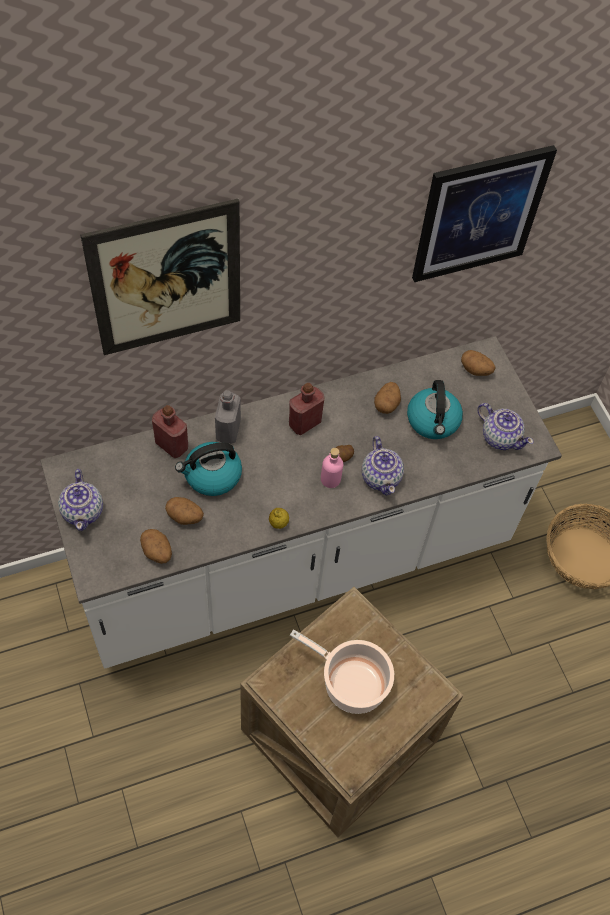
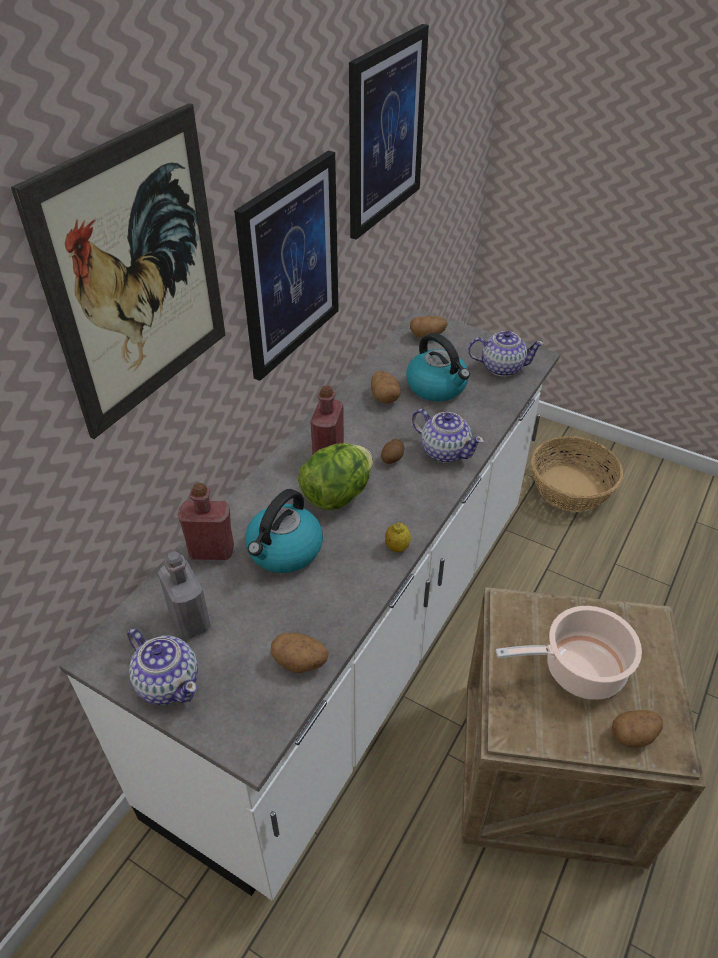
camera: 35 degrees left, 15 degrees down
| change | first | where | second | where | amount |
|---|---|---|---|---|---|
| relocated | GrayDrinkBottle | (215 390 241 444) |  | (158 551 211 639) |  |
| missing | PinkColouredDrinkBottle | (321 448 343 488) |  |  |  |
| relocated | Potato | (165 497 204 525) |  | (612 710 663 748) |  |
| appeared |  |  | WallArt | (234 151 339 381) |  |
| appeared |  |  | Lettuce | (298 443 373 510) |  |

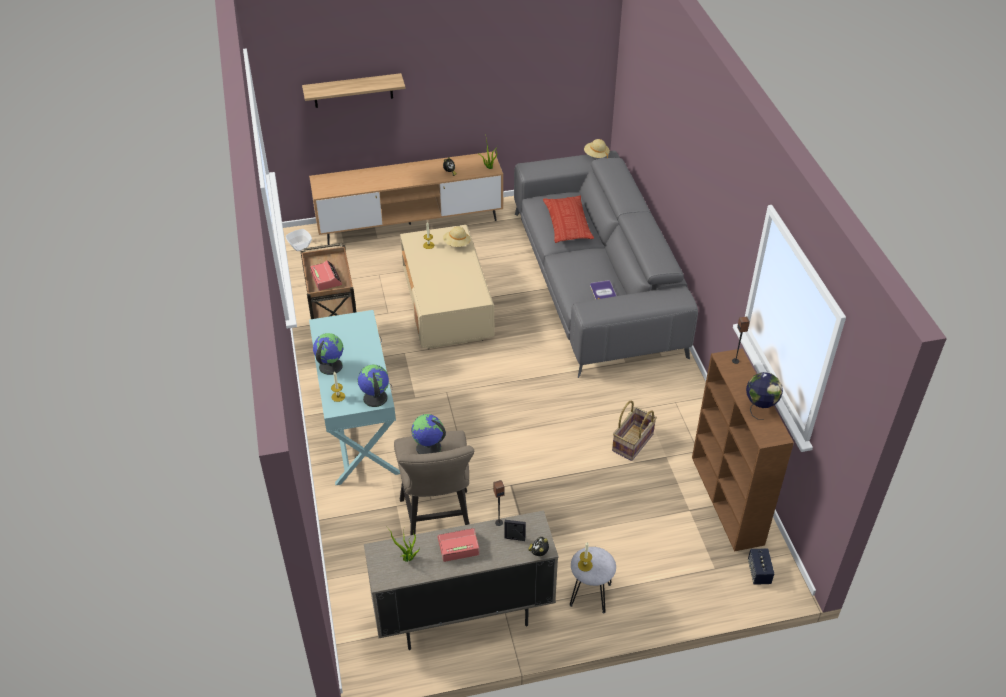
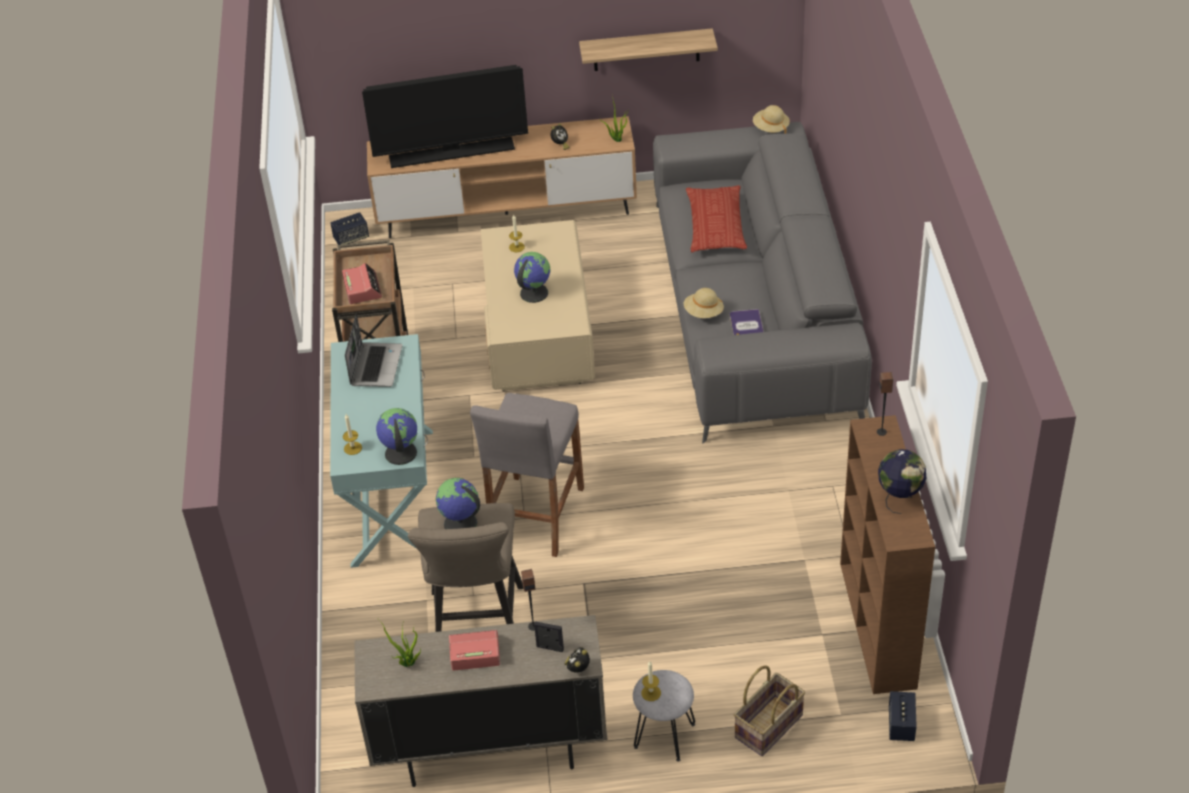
camera: 10 degrees right, 0 degrees up
| change | first | where | second | where | amount |
|---|---|---|---|---|---|
| relocated | Shelf | (302 73 406 108) |  | (579 28 718 71) |  |
| relocated | SandColouredWearableHat | (443 226 471 247) |  | (684 288 724 318) |  |
| exchanged | ServingBowl | (286 229 312 251) | Speaker | (330 212 369 245) |  |
| relocated | DeskGlobe | (313 333 344 375) |  | (514 252 550 303) |  |
| relocated | StorageBasket | (612 401 657 461) |  | (734 665 805 756) |  |
| appeared |  |  | TvSet | (362 65 528 168) |  |
| appeared |  |  | NotebookComputer | (345 314 402 387) |  |
| appeared |  |  | GrayStoolSeat | (470 393 584 557) |  |

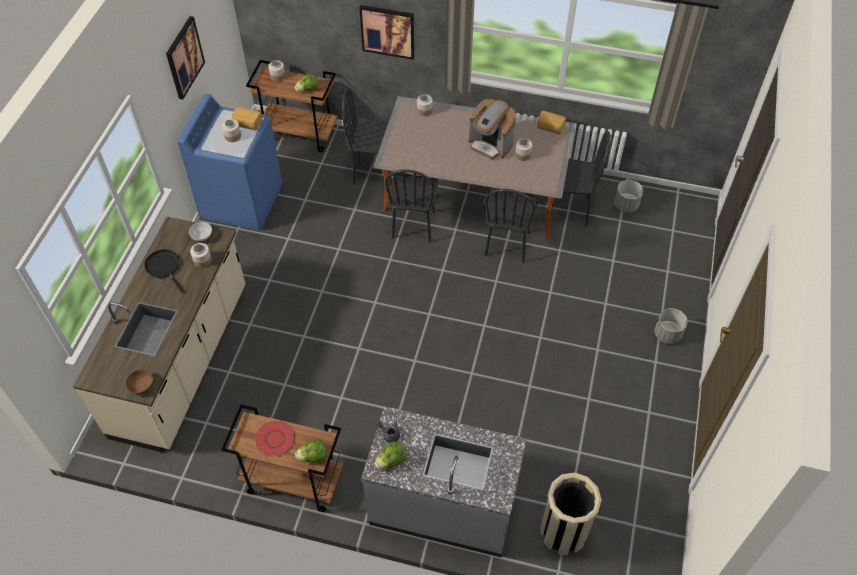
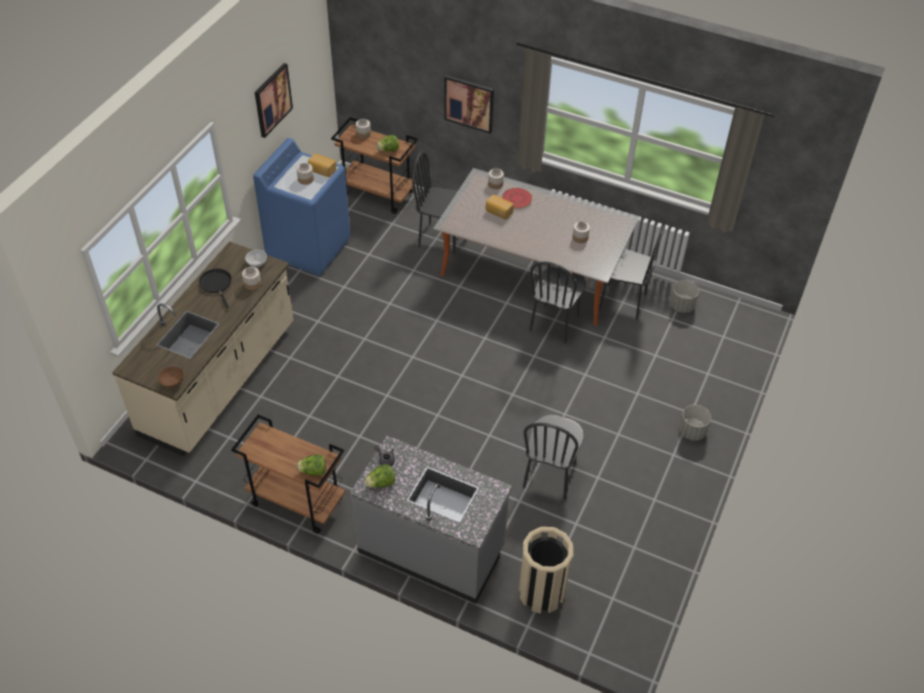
camera: 10 degrees right, 5 degrees down
| change | first | where | second | where | amount |
|---|---|---|---|---|---|
| missing | CoffeeMaker | (469 99 516 160) |  |  |  |
| relocated | BakeryBread | (537 111 566 134) |  | (486 195 514 220) |  |
| relocated | BlackishPlainChair | (385 169 438 242) |  | (523 414 584 500) |  |
| relocated | RedColouredFlatDish | (255 421 295 457) |  | (502 188 532 208) |  |

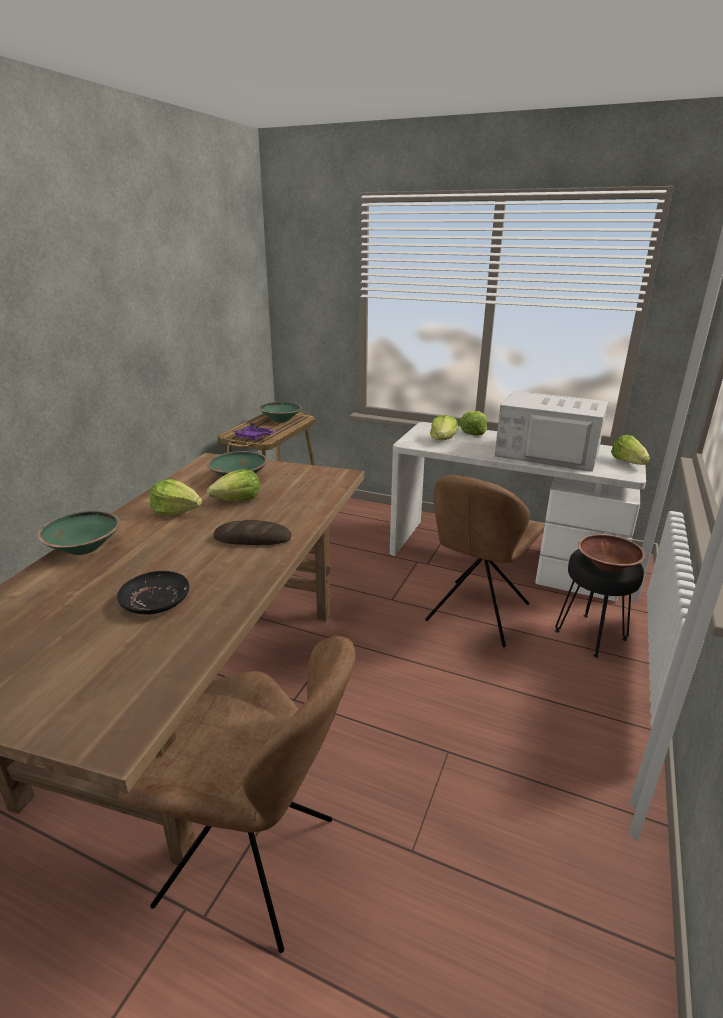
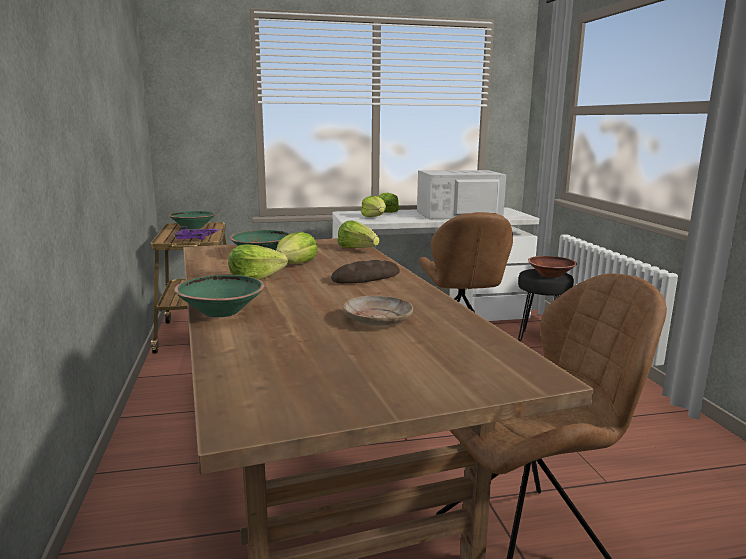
camera: 35 degrees left, 10 degrees down
| change | first | where | second | where | amount |
|---|---|---|---|---|---|
| relocated | Lettuce | (611 435 650 465) |  | (337 220 379 248) |  |
| colour | BlackishFlatDish | (117 571 189 615) | SandColouredFlatDish | (343 296 413 326) |  |

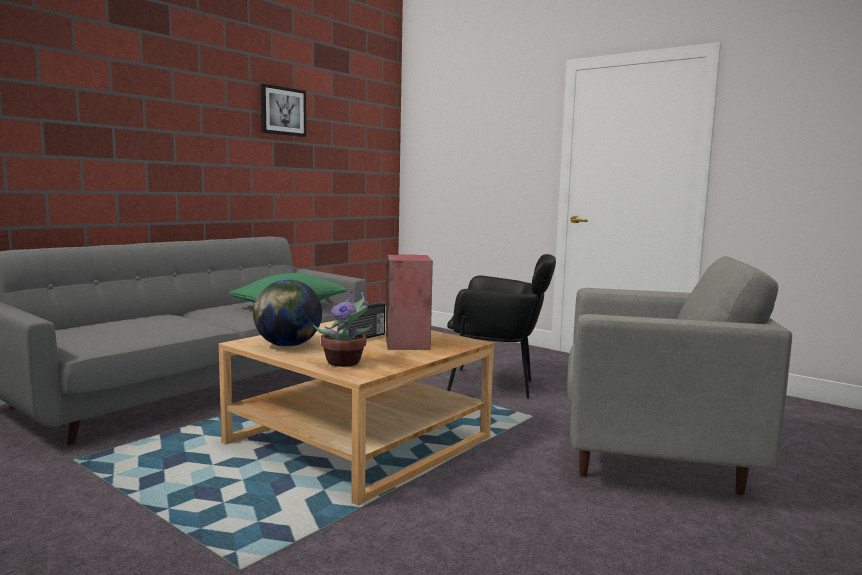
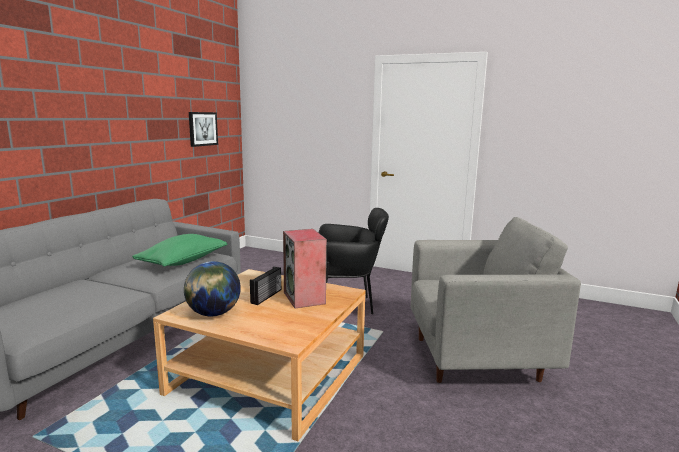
camera: 15 degrees left, 5 degrees up
| change | first | where | second | where | amount |
|---|---|---|---|---|---|
| relocated | WallArt | (261 84 306 137) |  | (189 112 218 147) |  |
| missing | PottedPlant | (313 291 373 367) |  |  |  |

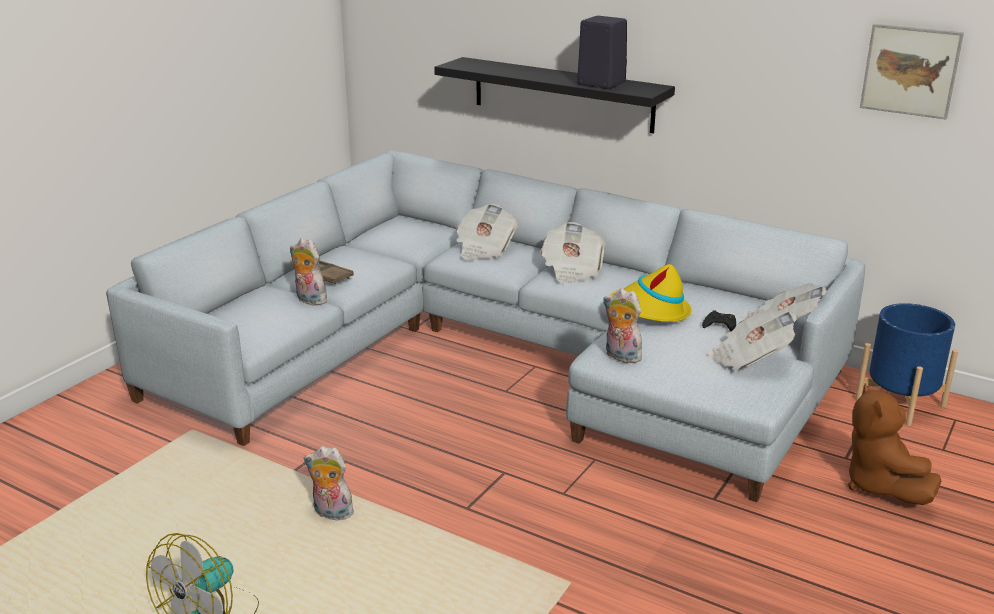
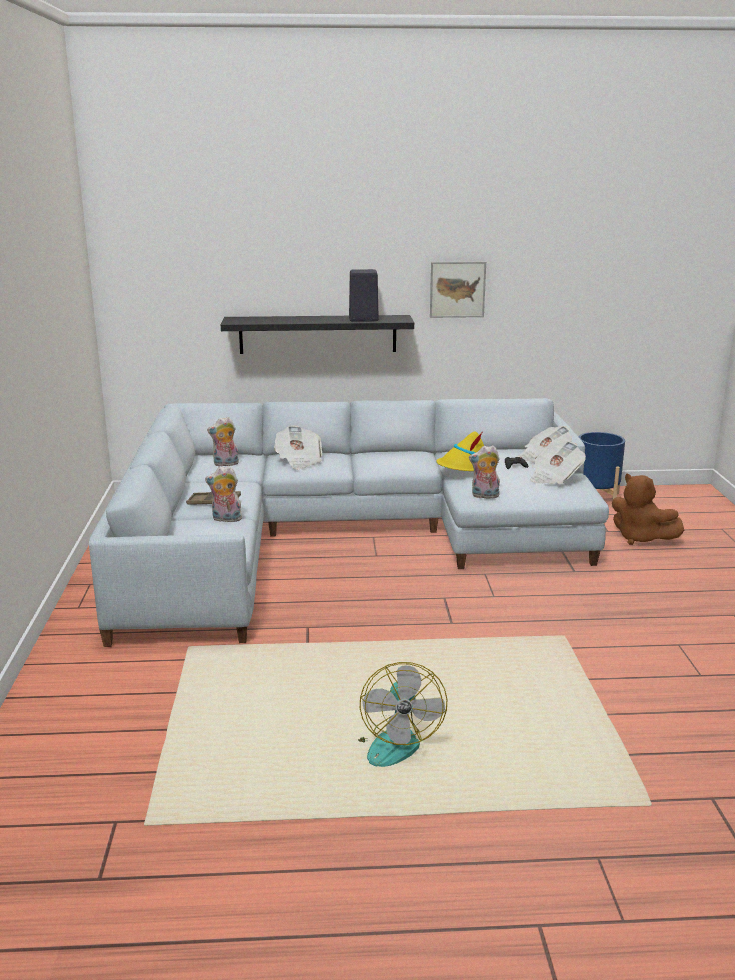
camera: 35 degrees left, 5 degrees down
| change | first | where | second | where | amount |
|---|---|---|---|---|---|
| relocated | WallArt | (860 24 964 120) |  | (430 262 486 318) |  |
| missing | Newspaper | (540 222 605 284) |  |  |  |
| relocated | PlushToy | (304 446 356 520) |  | (207 417 239 467) |  |

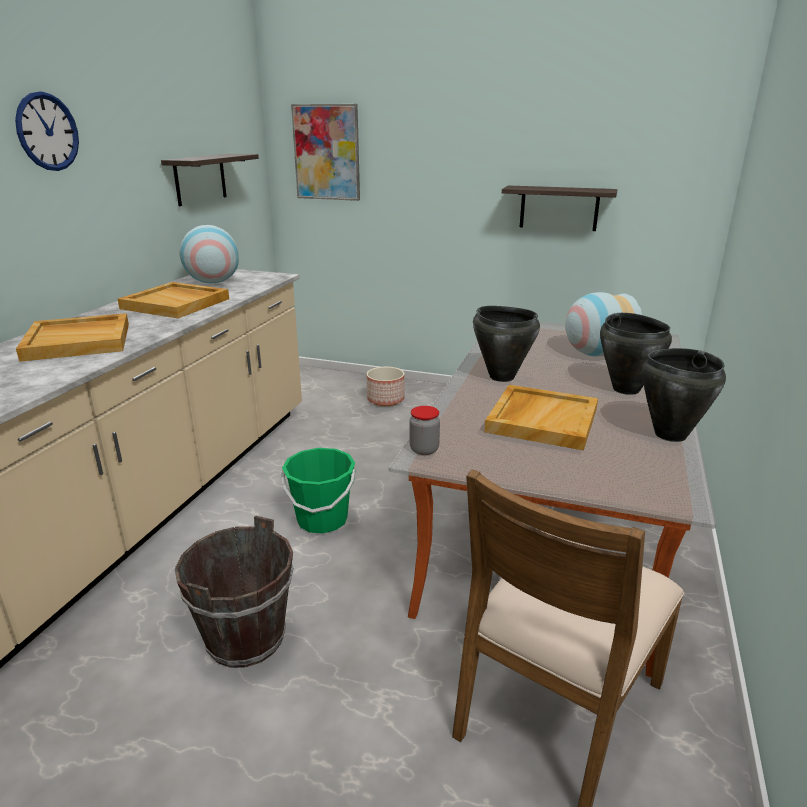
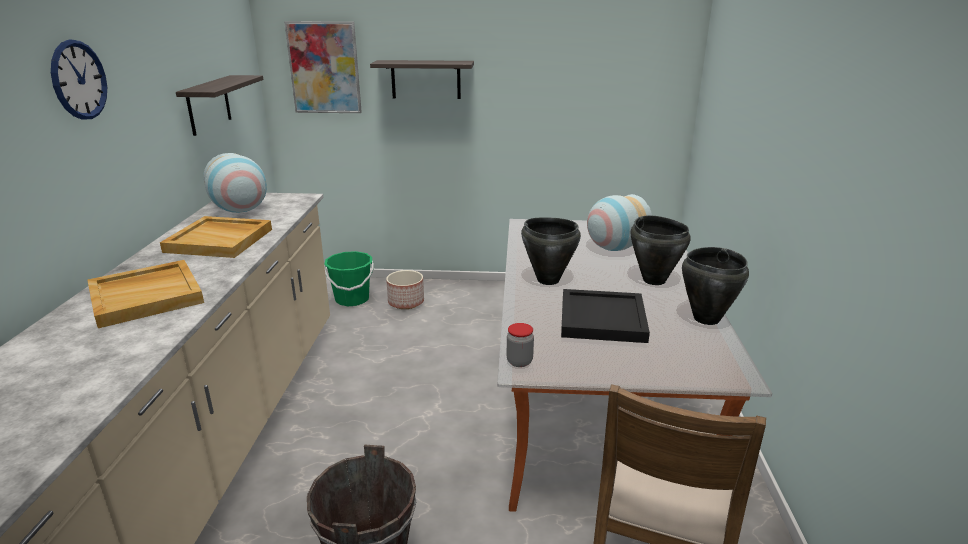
camera: 15 degrees left, 0 degrees up
| change | first | where | second | where | amount |
|---|---|---|---|---|---|
| relocated | Shelf | (502 185 618 231) |  | (370 60 474 99) |  |
| colour | SandColouredServingTray | (485 385 598 450) | BlackishServingTray | (561 289 650 343) |  |
| relocated | GreenBucket | (281 448 355 533) |  | (324 251 374 306) |  |

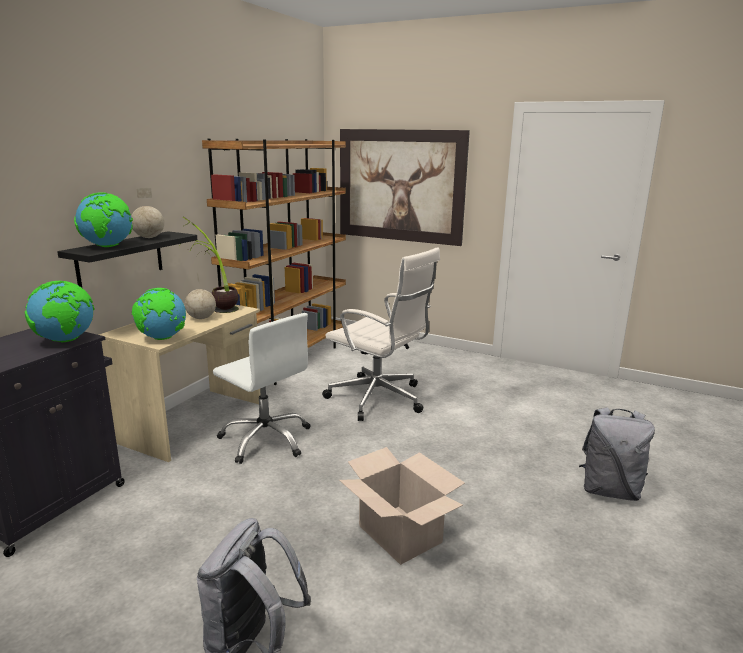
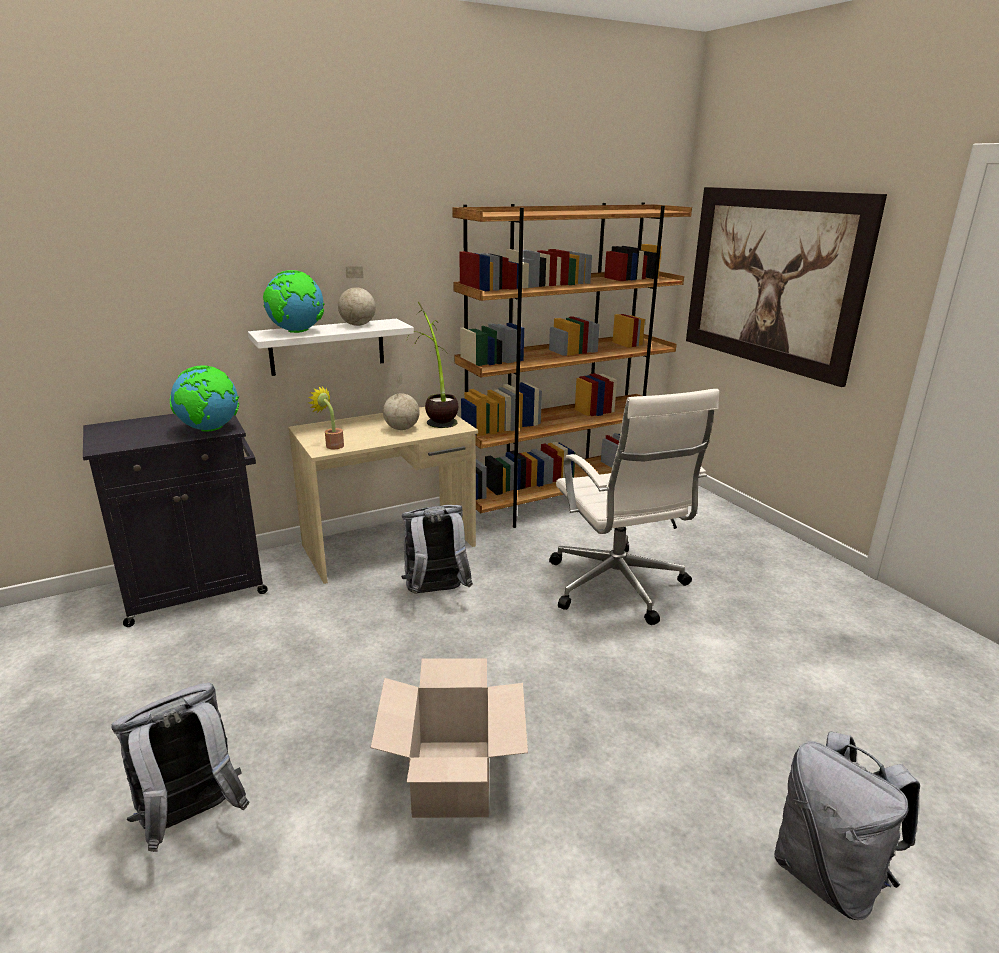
camera: 35 degrees right, 5 degrees up
| change | first | where | second | where | amount |
|---|---|---|---|---|---|
| colour | BlackishShelf | (57 231 197 288) | WhiteColouredShelf | (248 319 414 376) |  |
| exchanged | DeskGlobe | (132 288 186 340) | PottedPlant | (308 387 344 449) |  |
| exchanged | WhiteColouredOfficeChair | (213 313 311 464) | GrayKnapsack | (401 505 473 594) |  |

